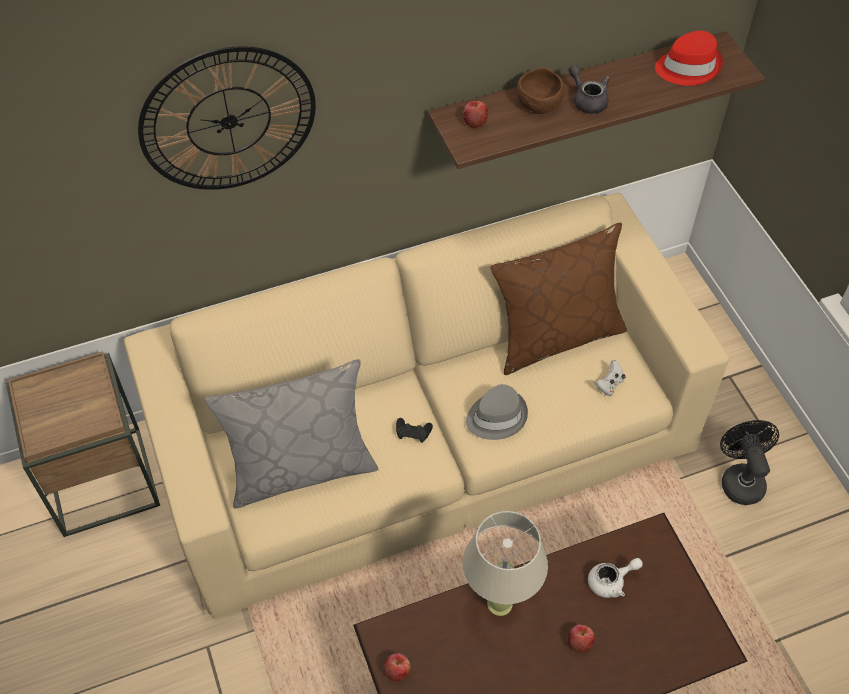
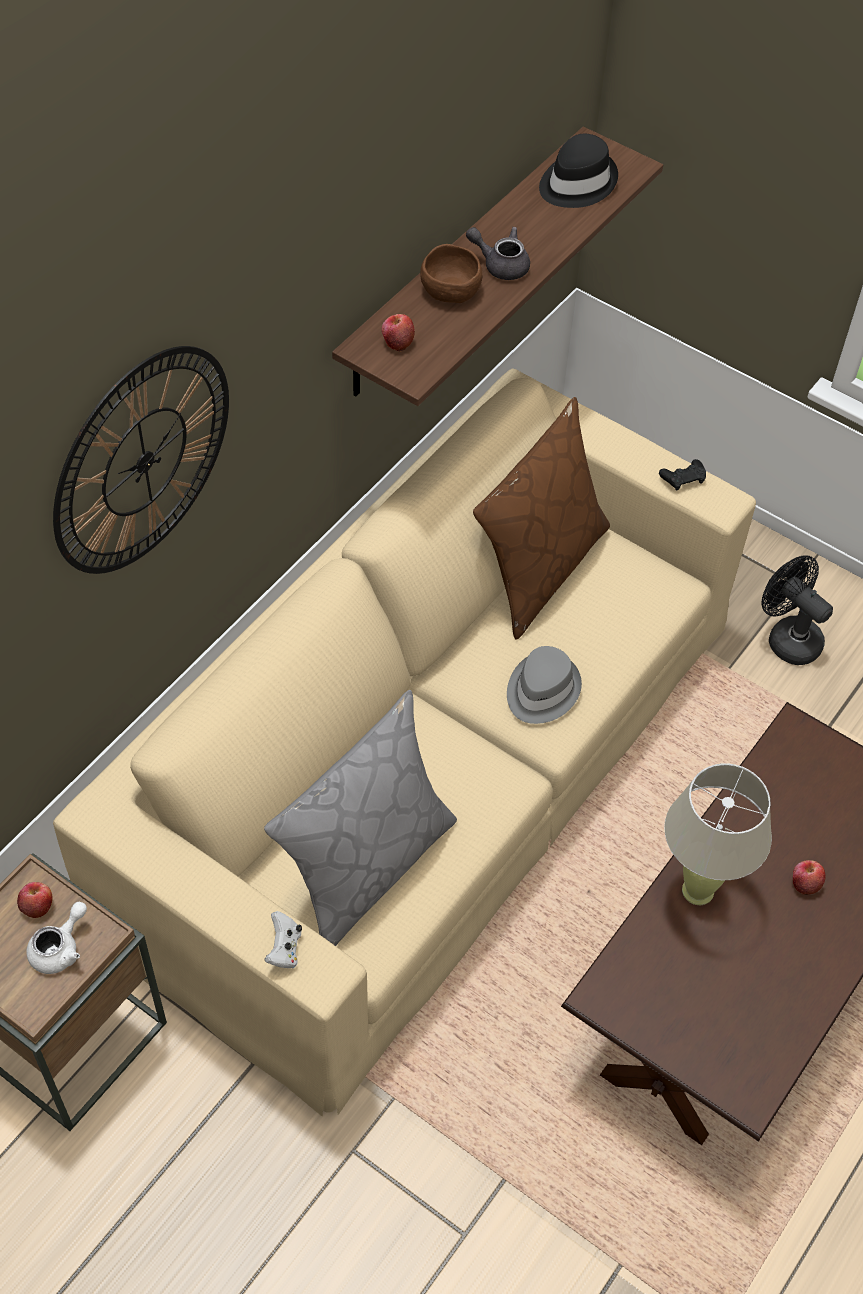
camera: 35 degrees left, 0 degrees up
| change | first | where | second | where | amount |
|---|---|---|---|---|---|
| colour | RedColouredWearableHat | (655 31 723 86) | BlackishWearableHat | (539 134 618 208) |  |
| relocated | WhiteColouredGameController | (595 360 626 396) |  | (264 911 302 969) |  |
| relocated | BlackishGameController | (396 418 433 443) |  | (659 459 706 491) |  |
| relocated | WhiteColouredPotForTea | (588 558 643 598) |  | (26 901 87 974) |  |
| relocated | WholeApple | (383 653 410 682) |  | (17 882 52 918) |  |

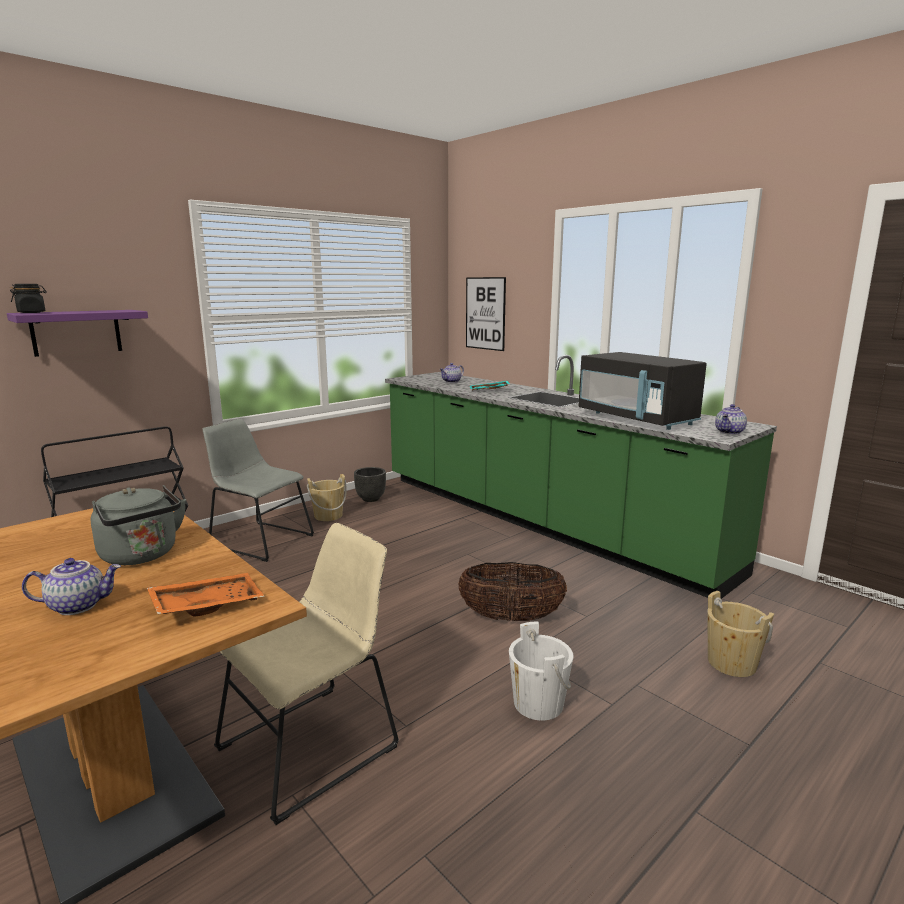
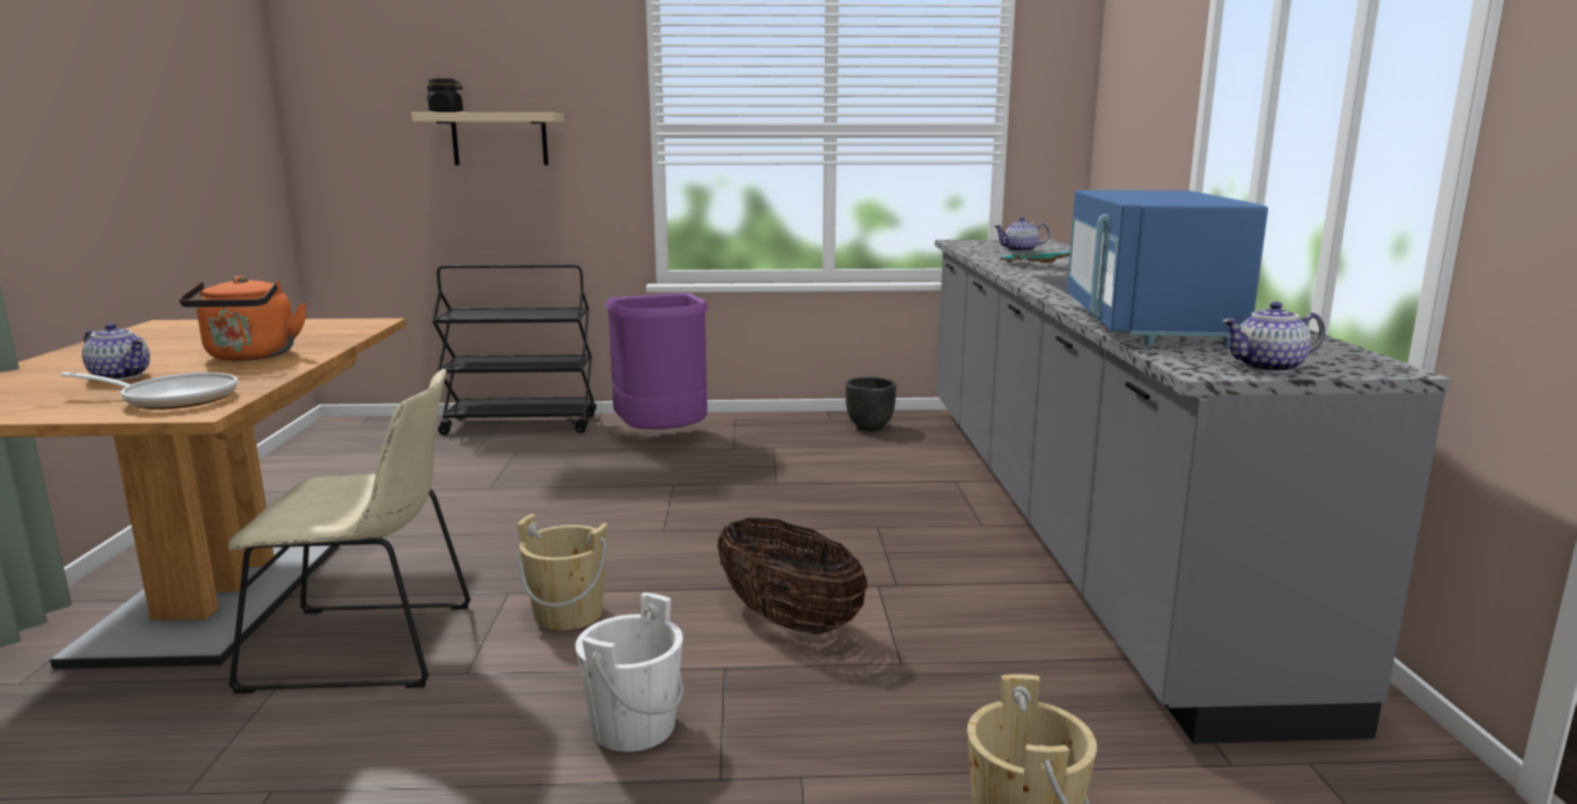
camera: 40 degrees right, 0 degrees up
| change | first | where | second | where | amount |
|---|---|---|---|---|---|
| missing | WallArt | (466 277 506 351) |  |  |  |
| colour | PurpleColouredShelf | (7 310 148 357) | SandColouredShelf | (411 112 564 165) |  |
| colour | BlackishKitchenMicrowave | (578 352 707 430) | BlueKitchenMicrowave | (1067 190 1268 347) |  |
| colour | GreenCounter | (385 355 777 599) | GrayCounter | (935 239 1452 744) |  |
| exchanged | GrayPlainChair | (202 419 314 562) | PurpleColouredWasteBin | (605 293 708 429) |  |
| relocated | SandColouredBucket | (307 474 347 521) |  | (517 514 608 631) |  |
| colour | GrayWaterKettle | (91 485 186 565) | OrangeWaterKettle | (179 276 307 361) |  |
| exchanged | OrangeServingTray | (147 573 265 616) | FryingPan | (61 372 238 409) |  |

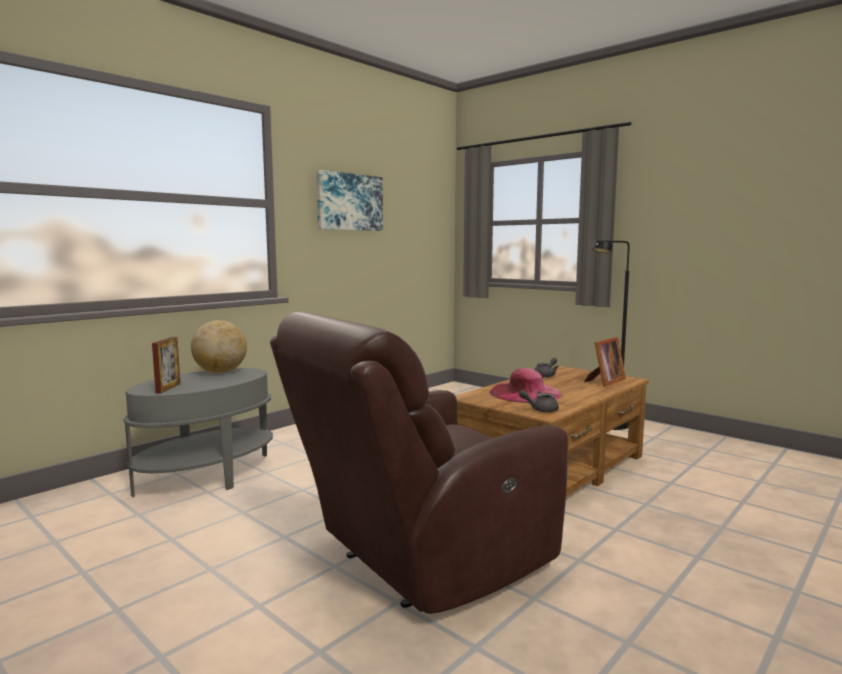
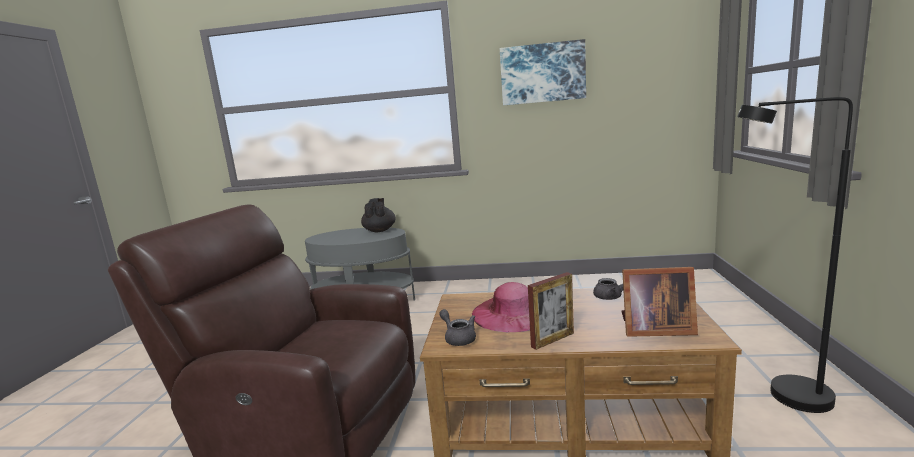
camera: 55 degrees right, 5 degrees up
| change | first | where | second | where | amount |
|---|---|---|---|---|---|
| exchanged | DeskGlobe | (191 320 247 373) | BlackishPotForTea | (361 198 396 232) |  |
| relocated | StandingFrame | (152 337 181 393) |  | (528 272 574 350) |  |

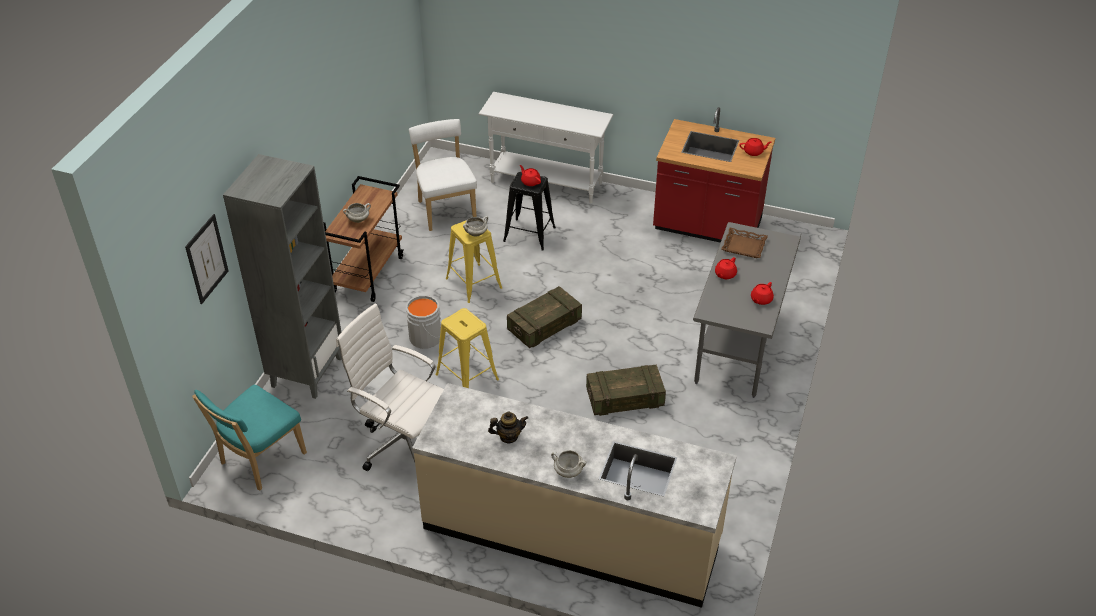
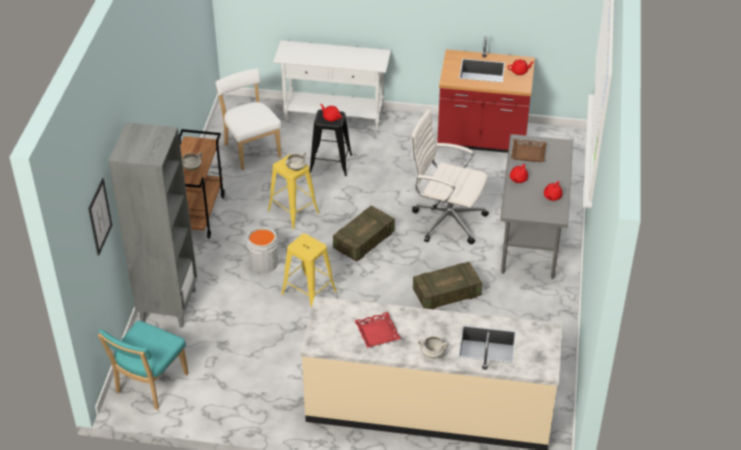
camera: 10 degrees left, 0 degrees up
| change | first | where | second | where | amount |
|---|---|---|---|---|---|
| relocated | WhiteColouredOfficeChair | (336 304 444 471) |  | (410 110 489 244) |  |
| exchanged | PotForTea | (488 412 528 444) | RedColouredServingTray | (354 312 401 348) |  |

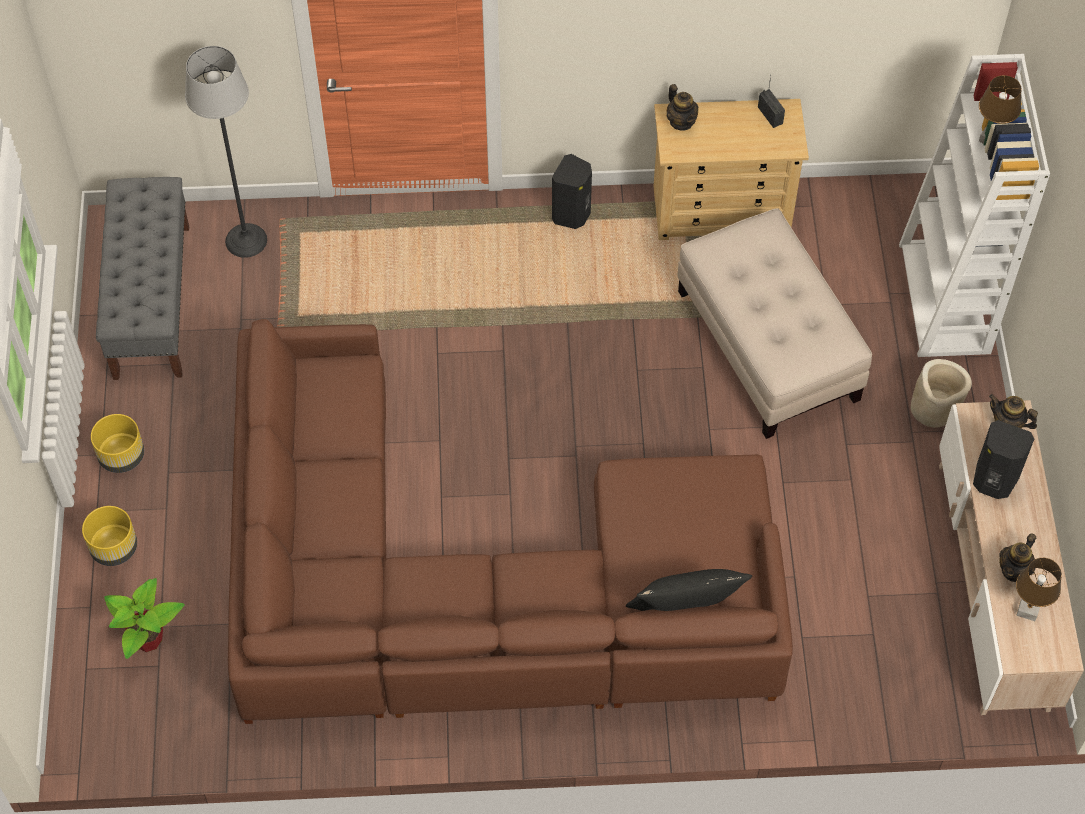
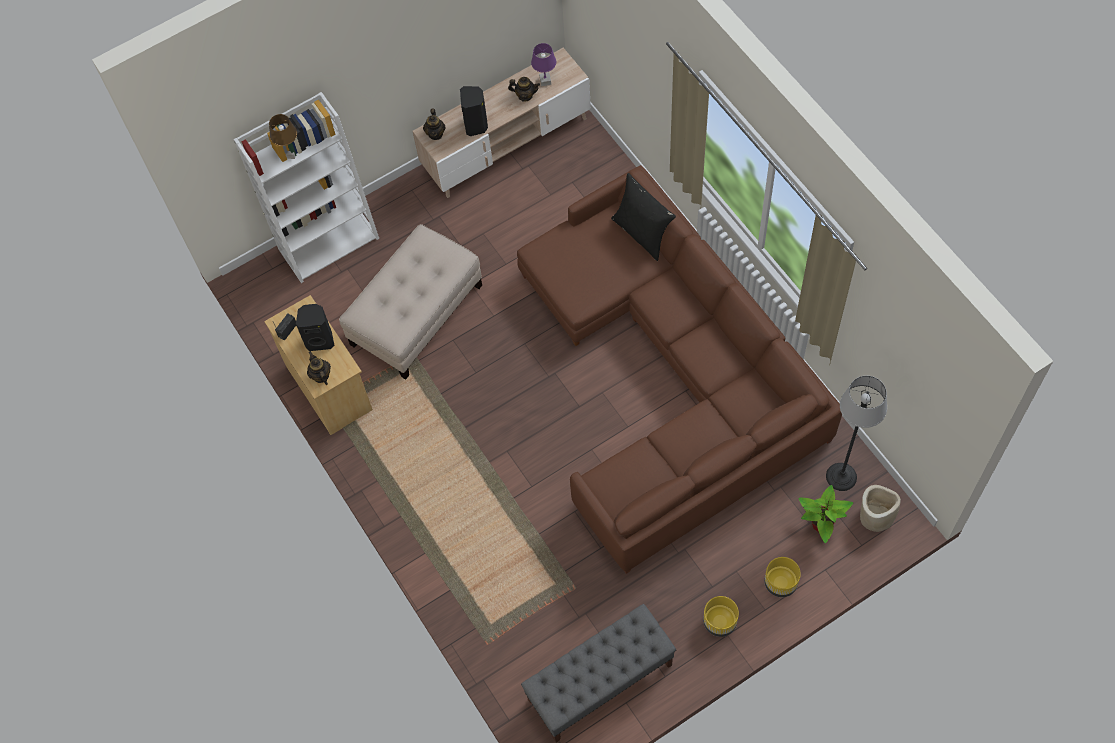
camera: 115 degrees left, 5 degrees up
| change | first | where | second | where | amount |
|---|---|---|---|---|---|
| relocated | StandardLamp | (185 46 267 258) |  | (826 376 887 491) |  |
| spun | PotForTea | (666 84 698 131) |  | (307 351 331 385) | 60 degrees counterclockwise |
| relocated | BlackishSpeaker | (552 154 592 229) |  | (296 304 334 351) |  |
| relocated | SandColouredPlanter | (911 359 972 428) |  | (860 485 901 532) |  |
| colour | BrownColouredLampForATable | (1016 558 1062 621) | PurpleColouredLampForATable | (531 43 556 86) |  |

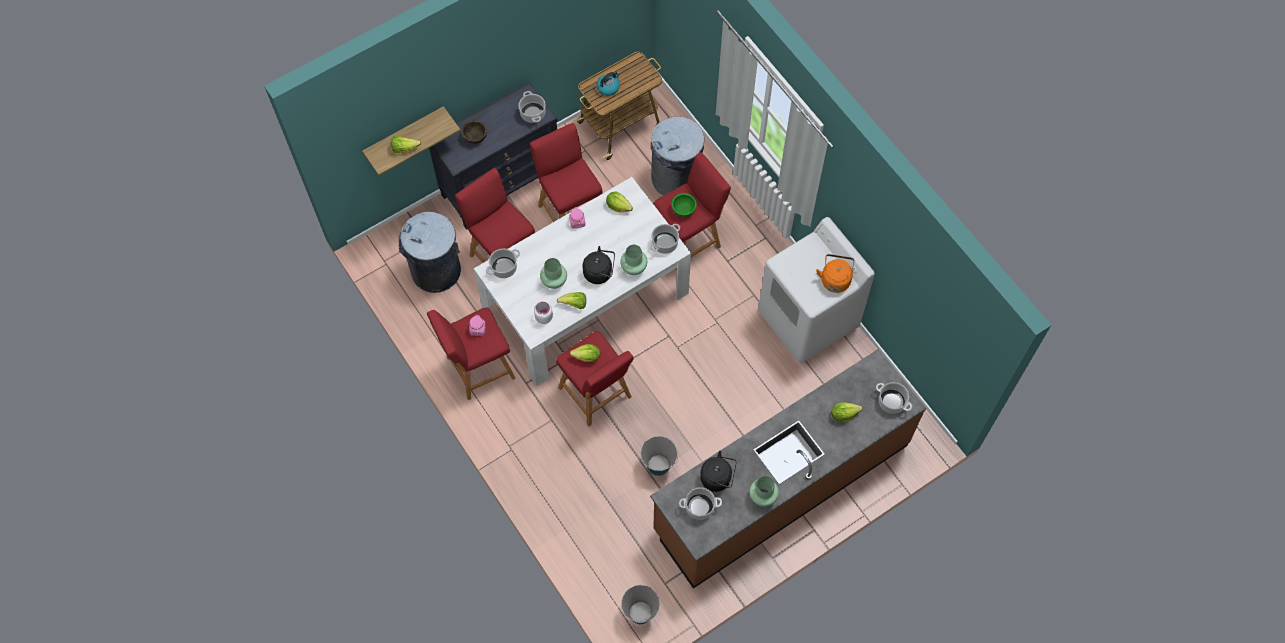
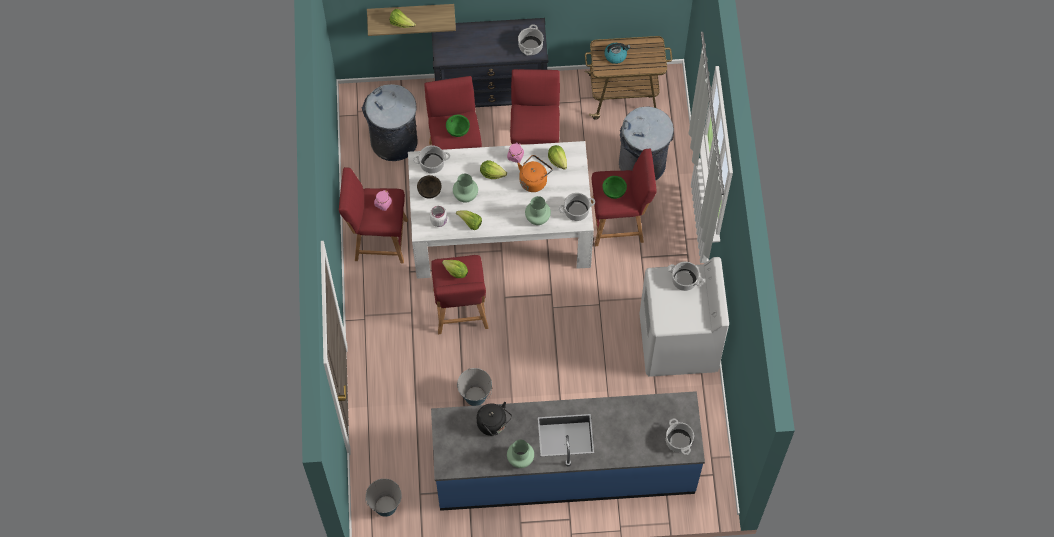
camera: 30 degrees right, 0 degrees up
| change | first | where | second | where | amount |
|---|---|---|---|---|---|
| relocated | BrownColouredServingBowl | (462 120 487 144) |  | (417 175 442 199) |  |
| missing | BlackishWaterKettle | (583 246 615 284) |  |  |  |
| relocated | OrangeWaterKettle | (816 254 855 293) |  | (517 155 552 192) |  |
| colour | BrownColouredCounter | (650 349 926 588) | BlueCounter | (431 391 705 511) |  |
| relocated | Lettuce | (831 402 862 422) |  | (480 160 507 179) |  |
| relocated | Stockpot | (679 487 722 520) |  | (668 262 703 291) |  |
| appeared |  |  | GreenServingBowl | (446 115 470 137) |  |

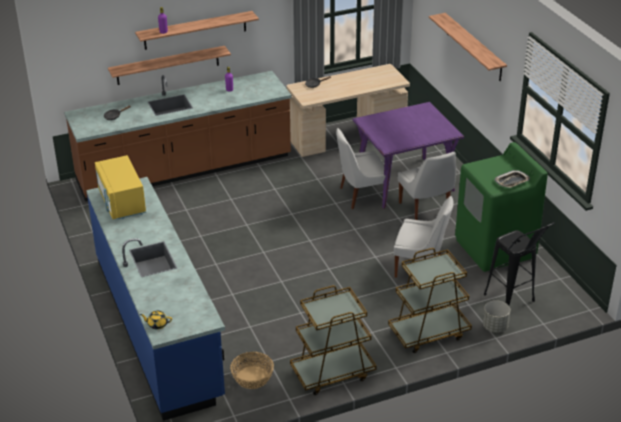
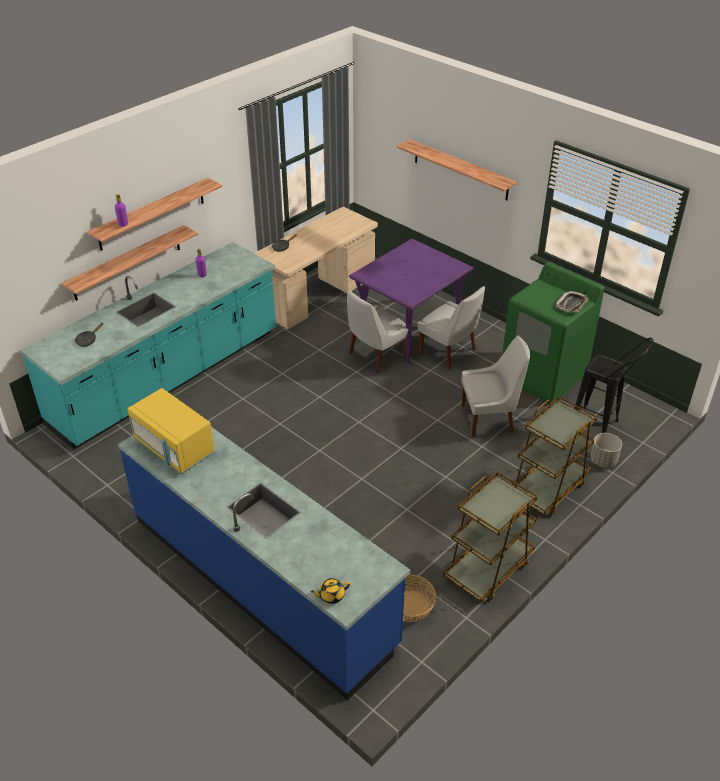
camera: 25 degrees left, 5 degrees up
| change | first | where | second | where | amount |
|---|---|---|---|---|---|
| colour | BrownColouredCounter | (64 71 292 202) | TurquoiseColouredCounter | (20 242 276 450) |  |

